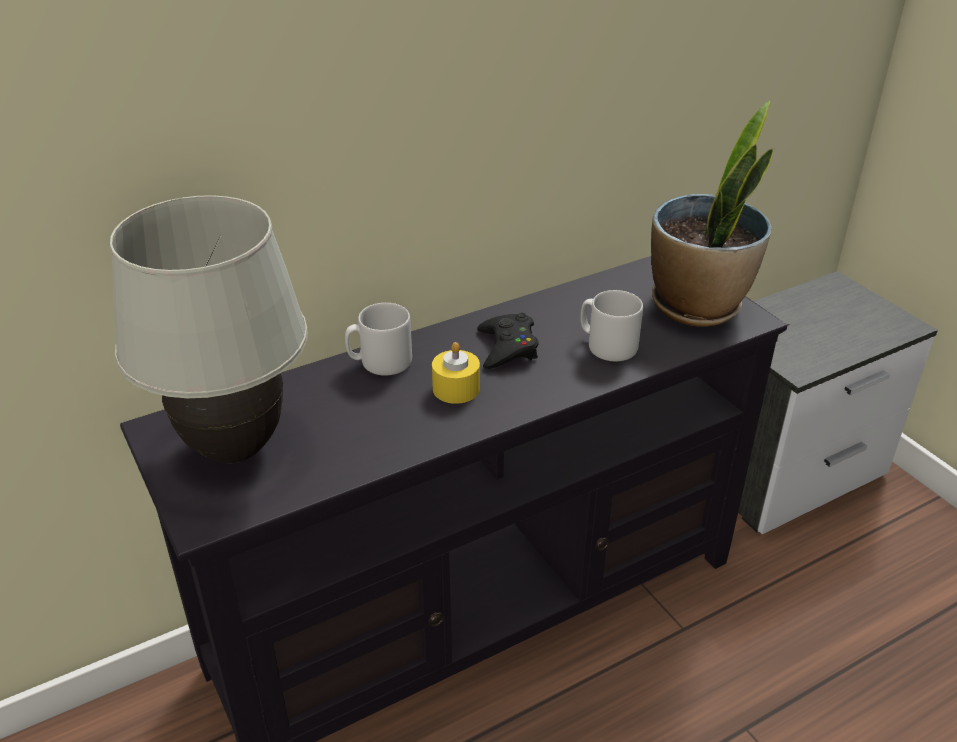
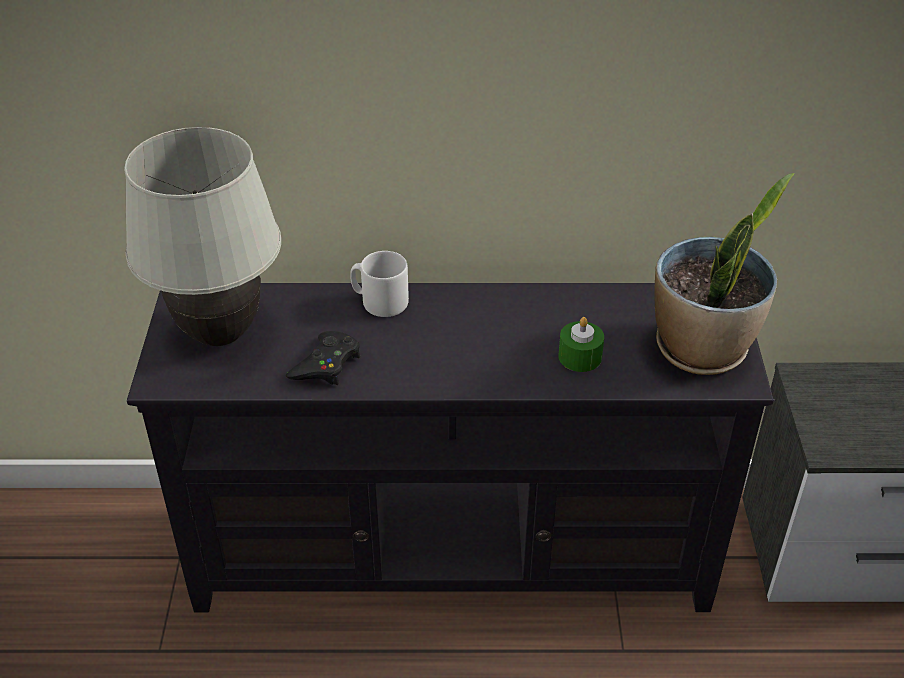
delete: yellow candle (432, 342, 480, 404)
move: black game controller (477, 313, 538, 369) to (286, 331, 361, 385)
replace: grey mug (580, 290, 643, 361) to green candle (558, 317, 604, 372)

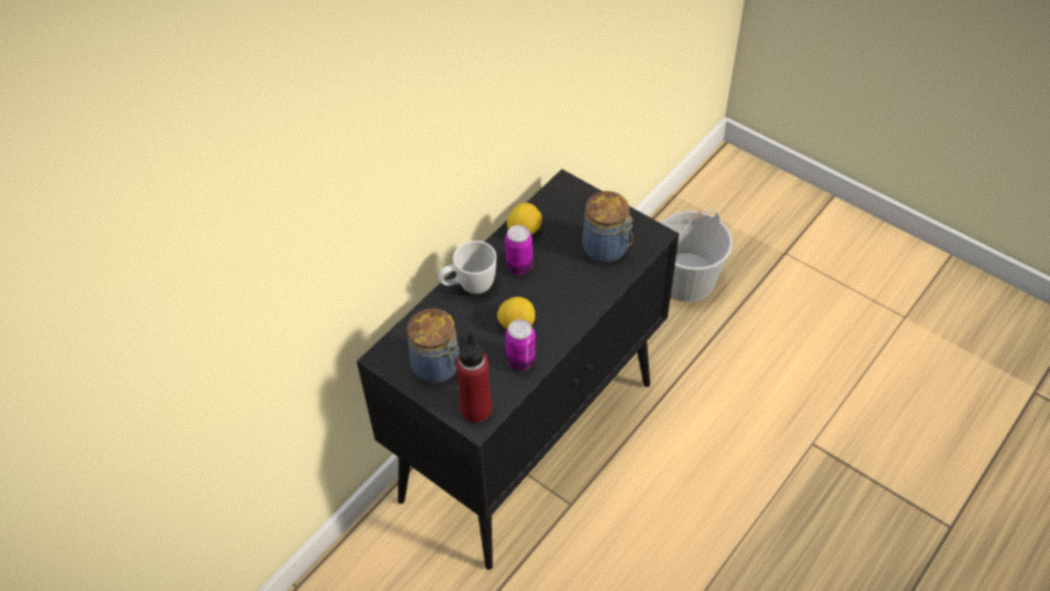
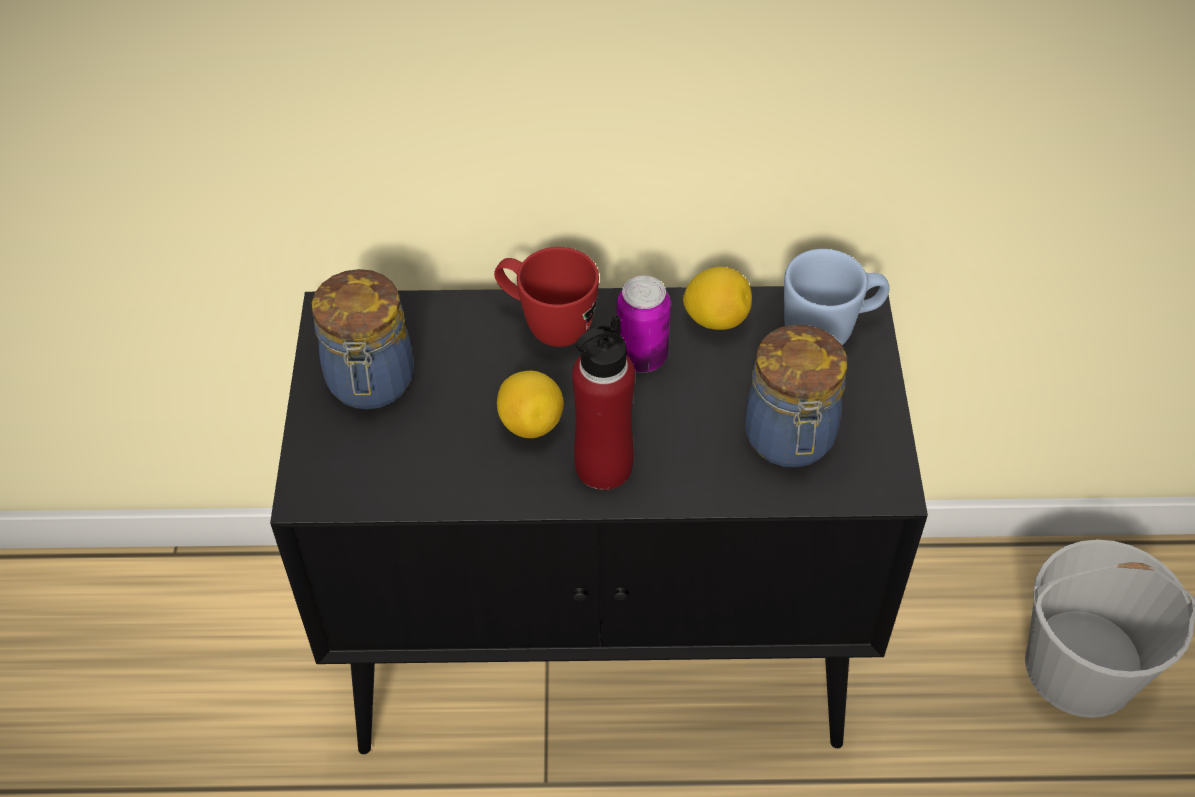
delete: can (505, 319, 536, 371)
insert: blue mug (784, 249, 890, 345)
move: red bottle (455, 332, 492, 422) to (572, 314, 635, 490)
recolor: white mug (438, 241, 497, 294) to red mug (494, 247, 599, 347)

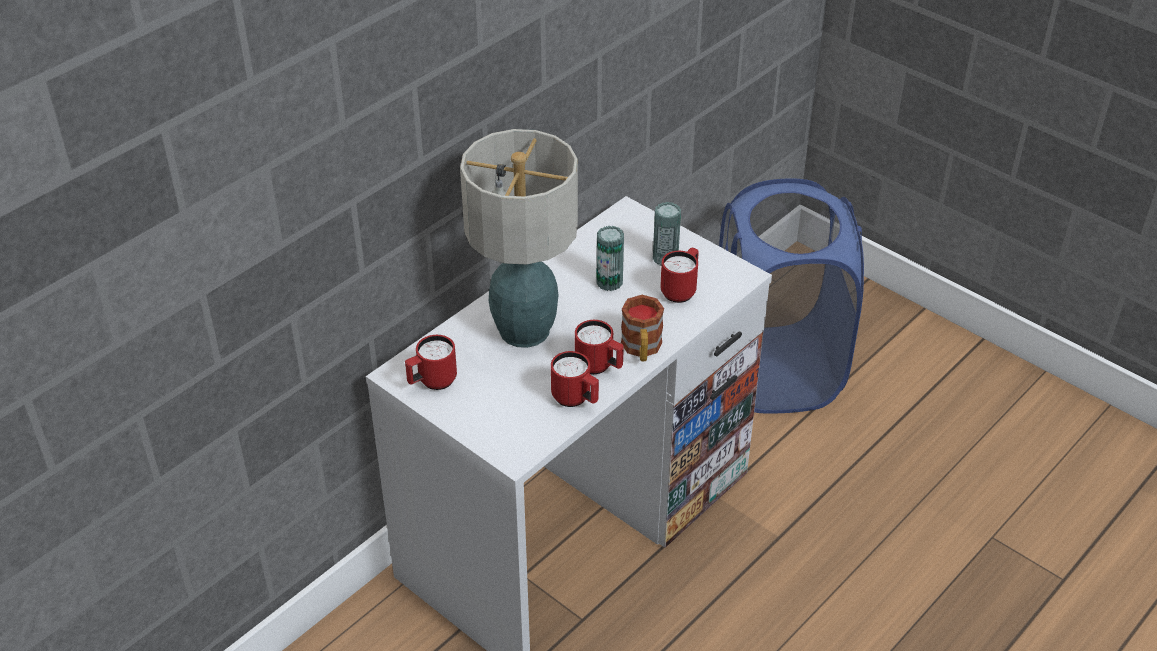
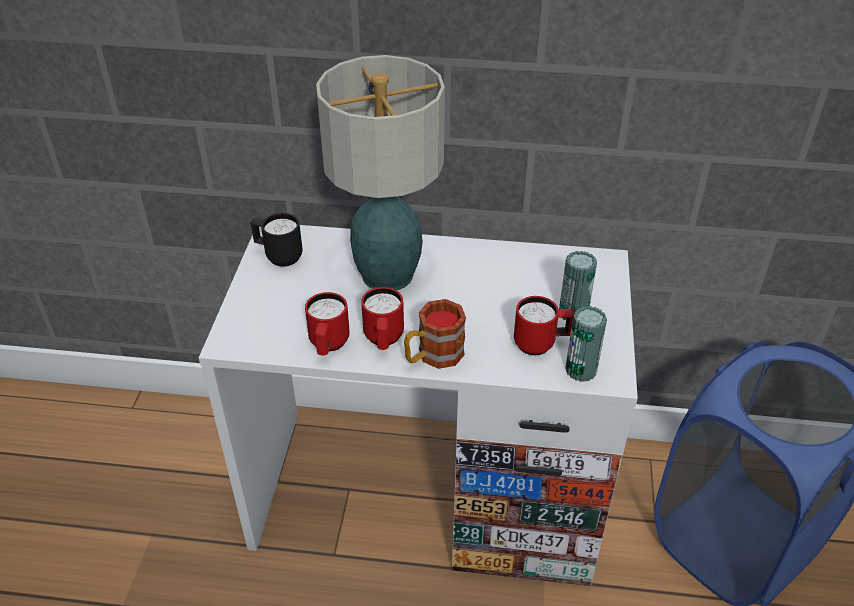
move: can (596, 226, 624, 291) to (565, 306, 607, 382)
recolor: red mug (405, 335, 457, 390) to black mug (251, 213, 303, 267)

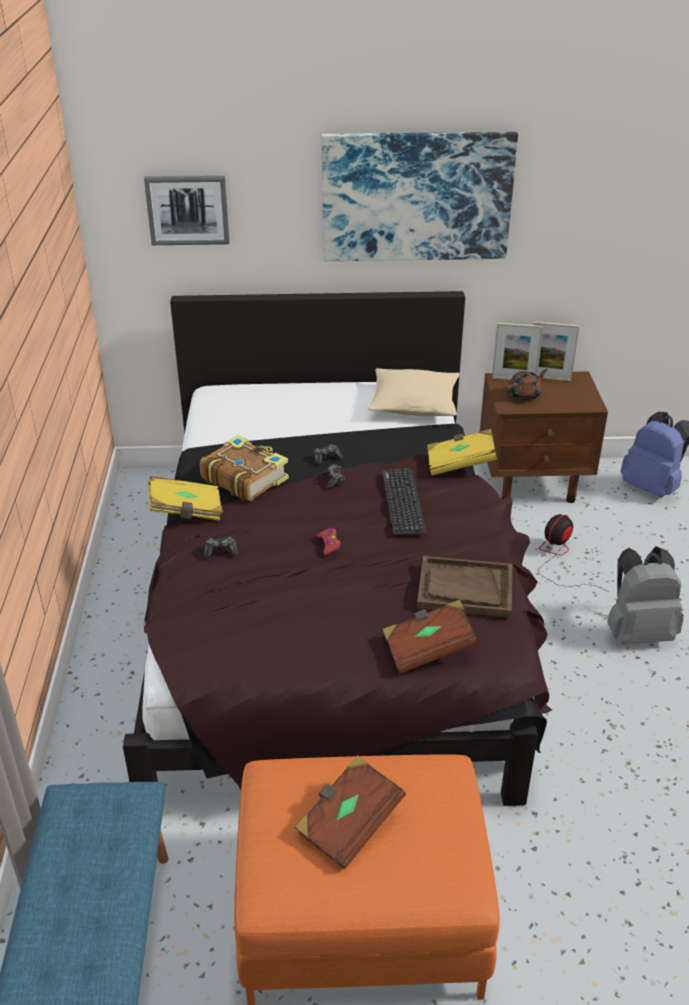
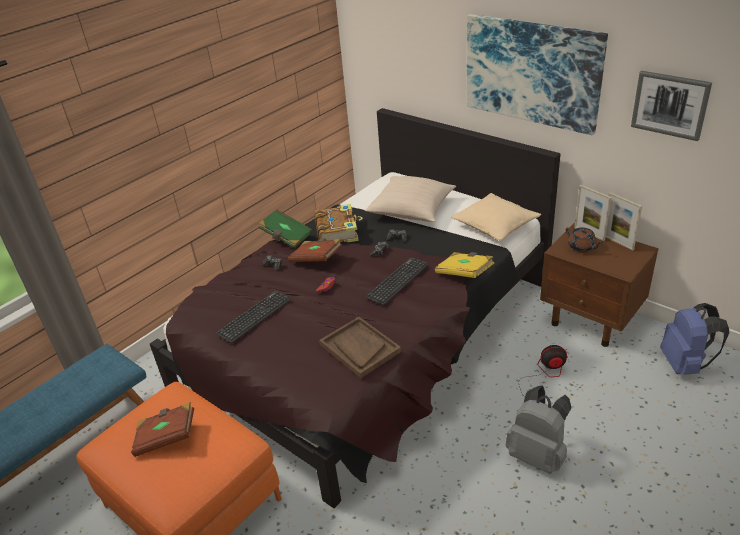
insert: beige pillow (365, 176, 456, 222); keyboard (216, 291, 291, 343)
move: picture (144, 176, 230, 245) to (631, 71, 712, 141); brown book (382, 600, 478, 674) to (288, 238, 343, 262)
recolor: yellow book (148, 476, 223, 521) to green book (258, 209, 312, 249)
rotate: brown teapot (506, 369, 548, 401) = (566, 227, 603, 252) 45 degrees clockwise

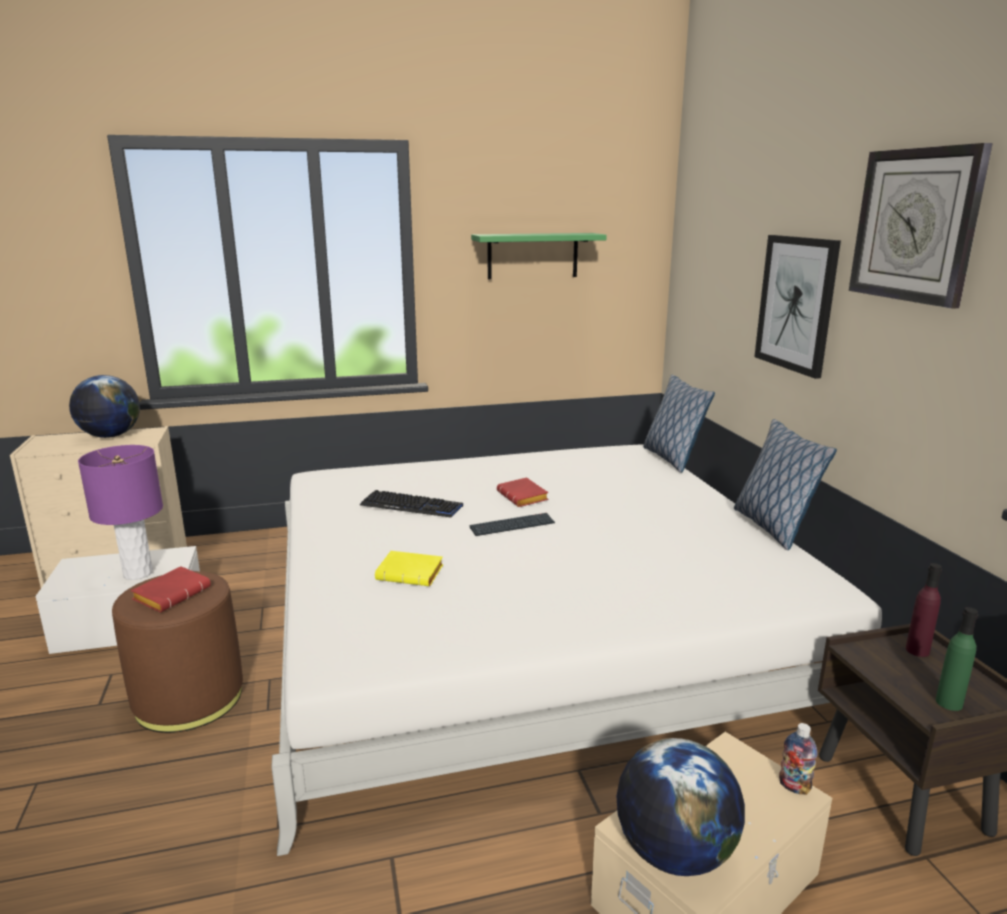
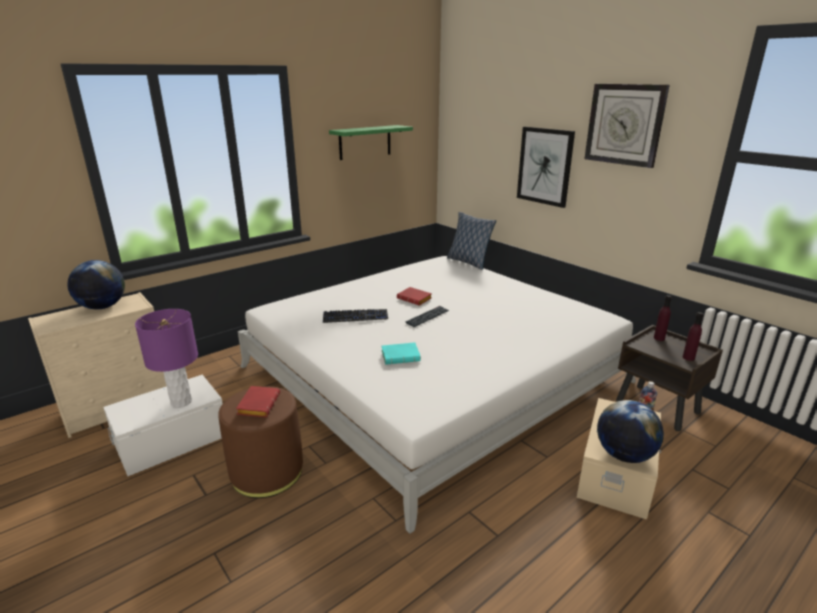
delete: pillow (734, 419, 837, 550)
recolor: yellow book (375, 551, 443, 586) to turquoise book (381, 342, 421, 365); green bottle (936, 607, 979, 711) to purple bottle (683, 312, 703, 361)

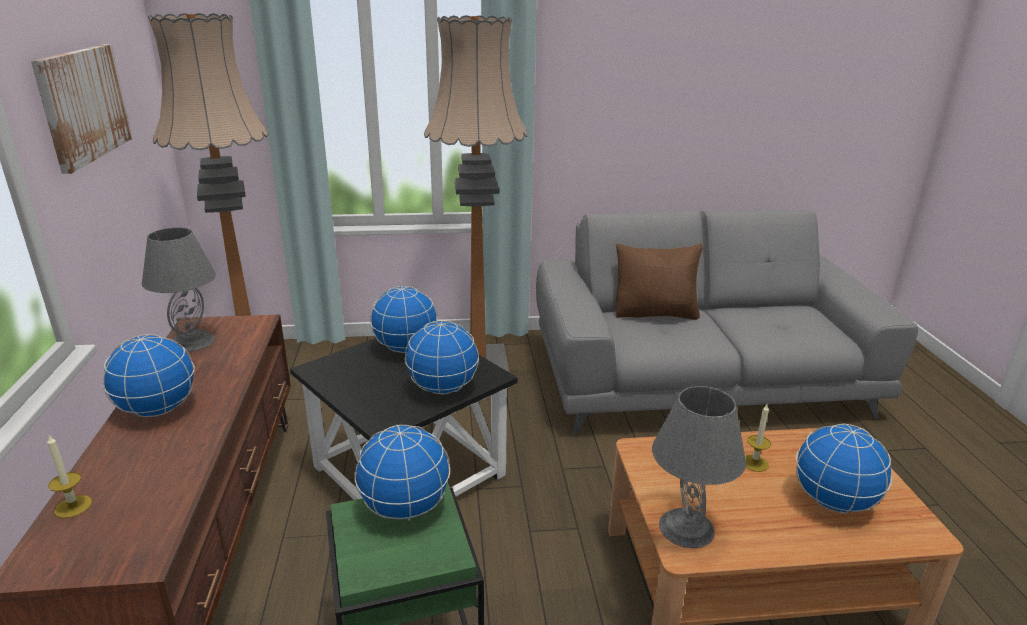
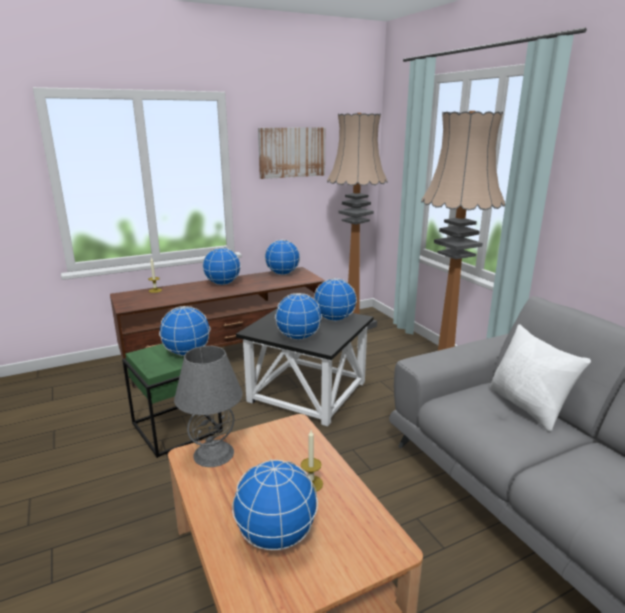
replace: grey table lamp (142, 227, 216, 352) to globe (265, 240, 300, 275)
recolor: brown pillow (616, 244, 703, 320) to white pillow (490, 324, 591, 432)

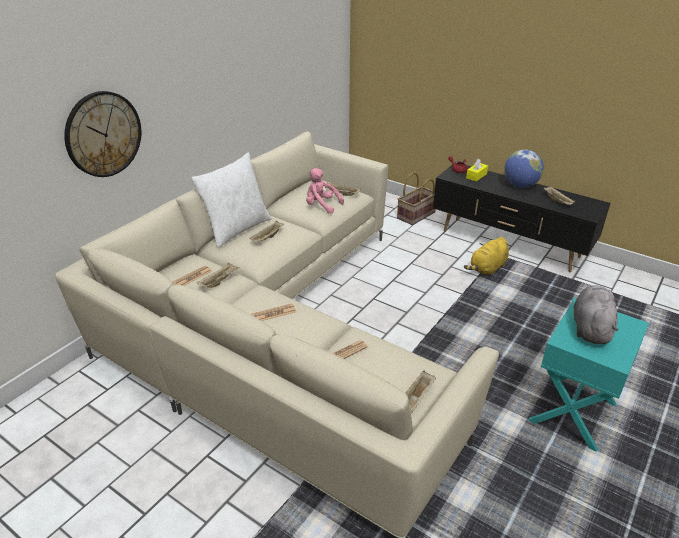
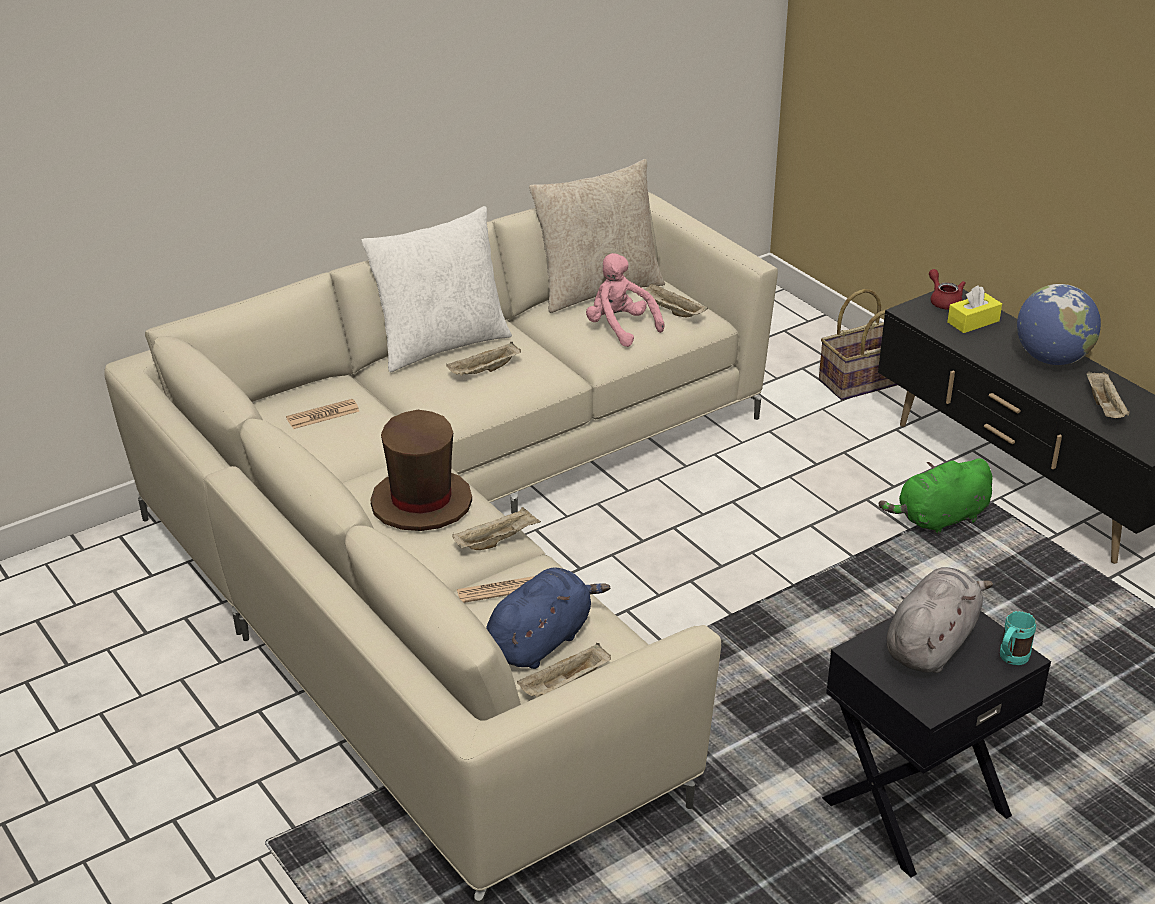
delete: wall clock (64, 91, 141, 177)
insert: beige pillow (529, 159, 665, 313); blue plush toy (486, 567, 610, 669); turquoise mug (1000, 611, 1036, 665)
move: beige tray (197, 262, 240, 288) to (452, 507, 541, 550)
replace: newspaper (251, 303, 296, 321) to brown hat (370, 410, 472, 531)
recolor: yellow plush toy (464, 237, 509, 276) to green plush toy (879, 458, 992, 534); turquoise side table (528, 298, 649, 452) to black side table (822, 611, 1051, 878)

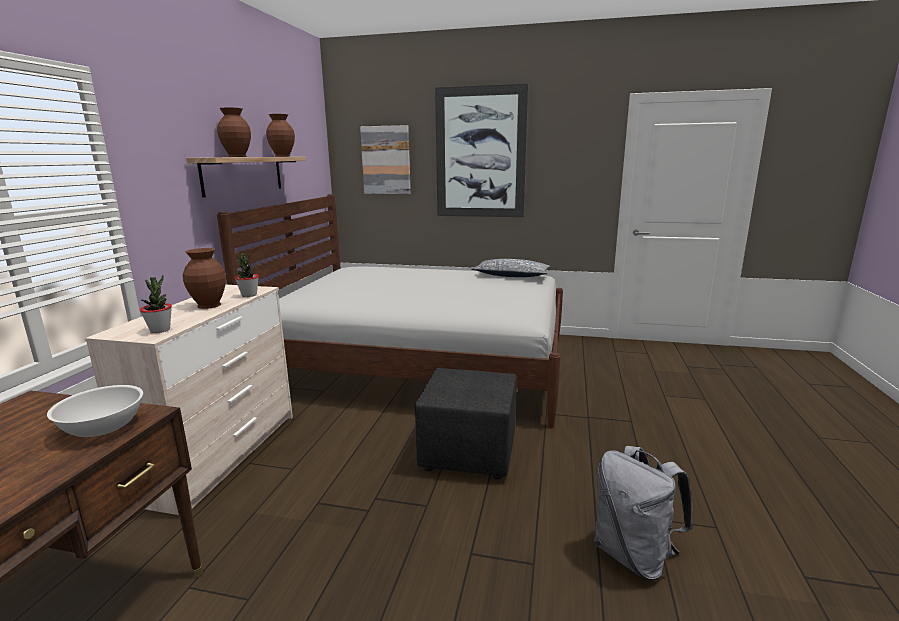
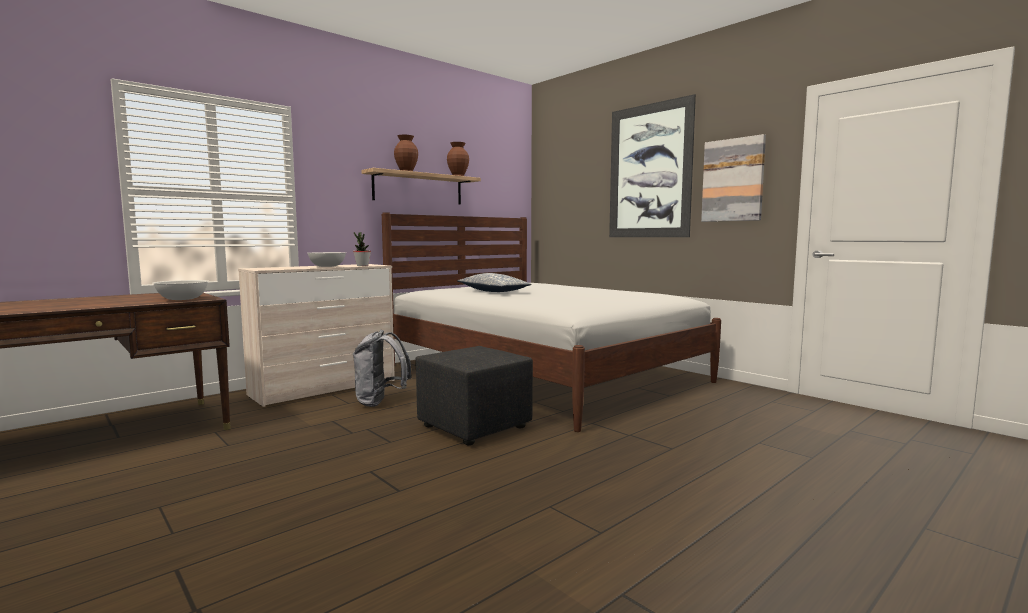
delete: potted plant (140, 275, 172, 333)
move: picture (360, 125, 411, 194) to (701, 134, 766, 222); pillow (471, 259, 551, 277) to (457, 273, 532, 292); grey backpack (594, 446, 693, 580) to (353, 330, 412, 407)
replace: brown vase (183, 248, 226, 309) to white bowl (308, 252, 346, 267)

